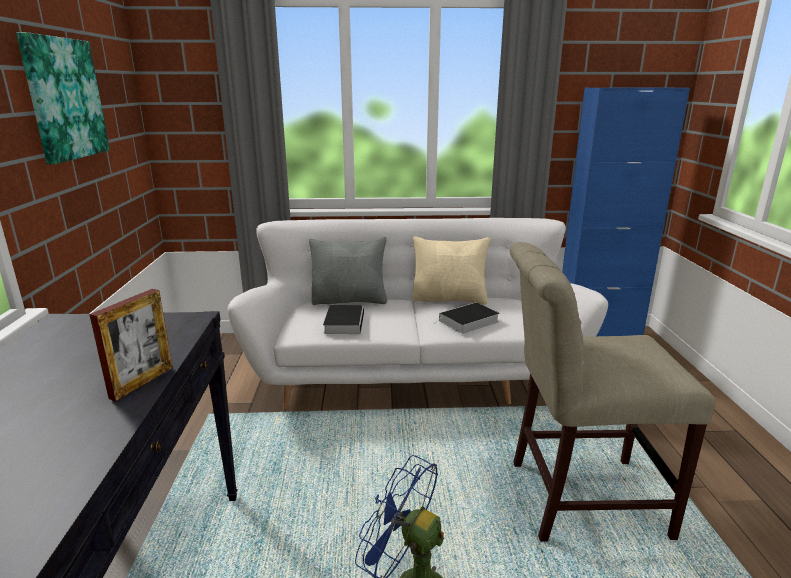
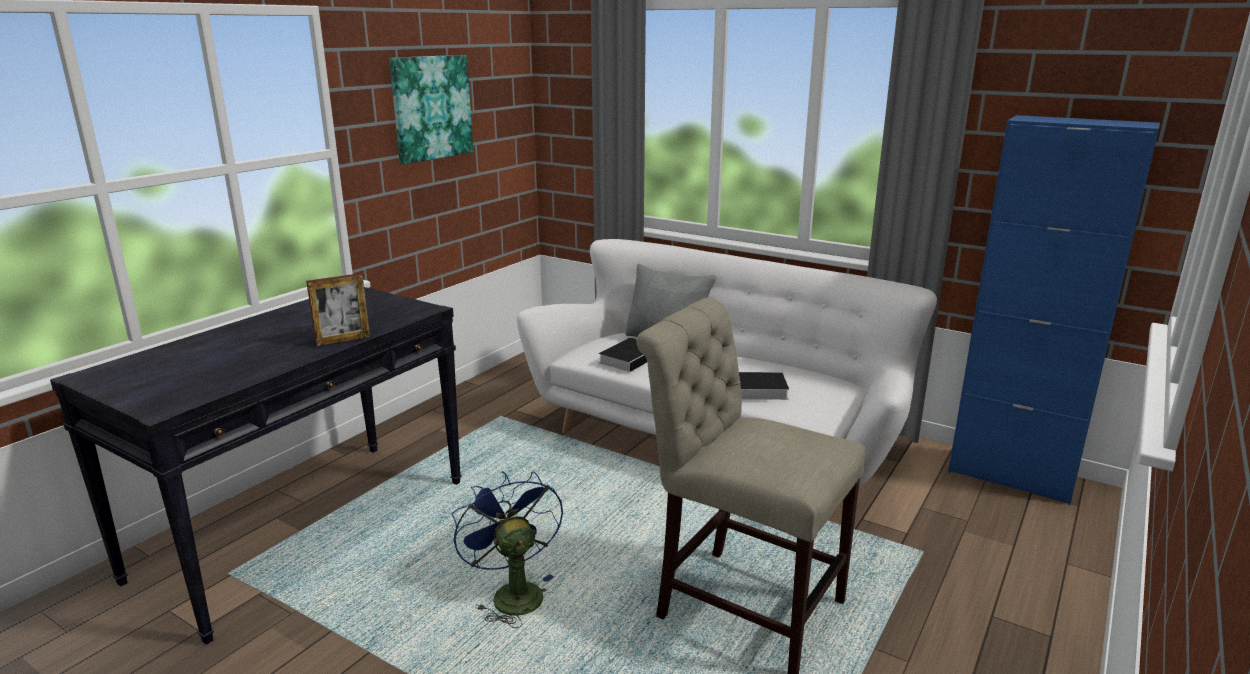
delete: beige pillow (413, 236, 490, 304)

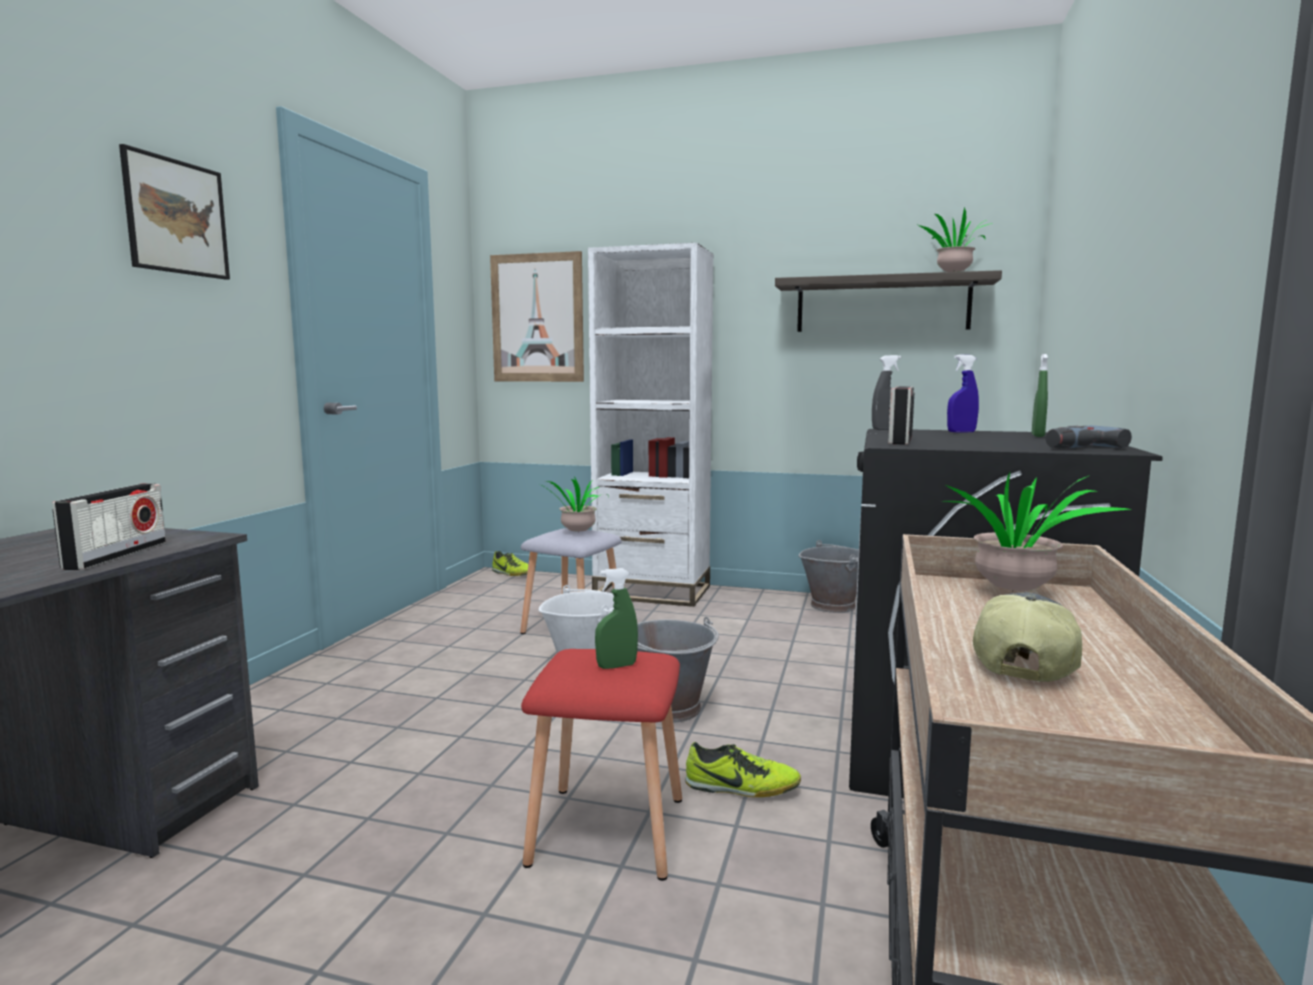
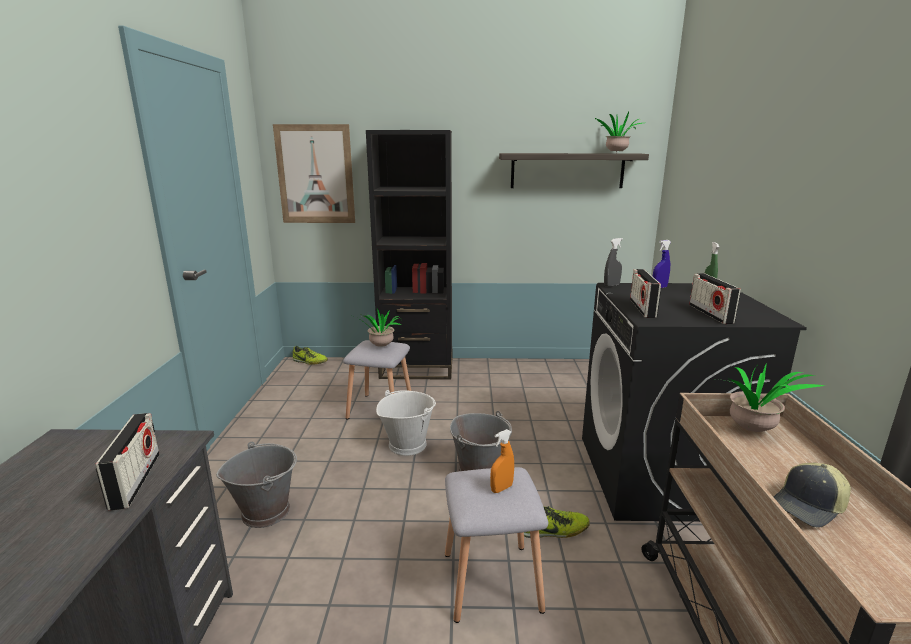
delete: picture (119, 144, 230, 280); power drill (1046, 425, 1132, 449)
insert: radio (689, 273, 741, 324)
move: grey bucket (799, 540, 859, 613) to (216, 441, 297, 528)
recolor: white bookcase (588, 243, 714, 607) to black bookcase (366, 130, 452, 380); green spray bottle (595, 568, 638, 669) to orange spray bottle (490, 429, 514, 493); red stool (521, 649, 682, 881) to grey stool (445, 467, 548, 623)
rotate: cap (973, 592, 1082, 682) = (774, 463, 851, 528) 135 degrees counterclockwise

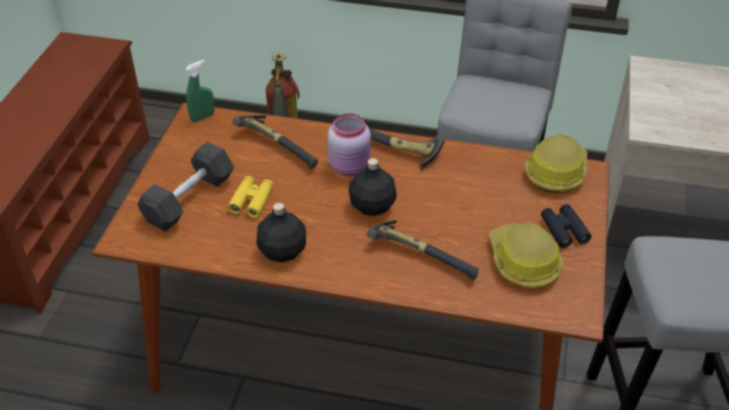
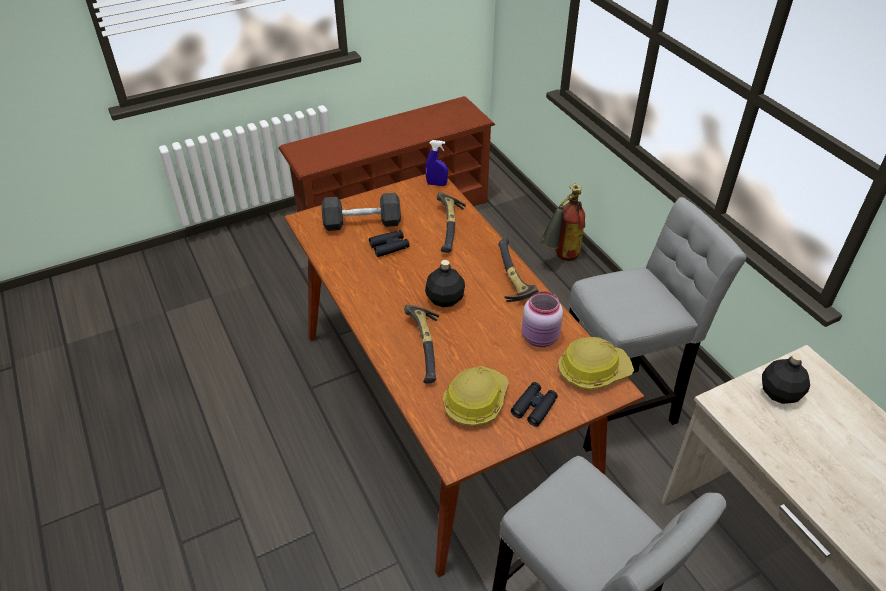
move: pink jar (327, 113, 371, 176) to (522, 291, 563, 347); black bottle (256, 203, 306, 263) to (762, 353, 810, 404)
recolor: green spray bottle (186, 60, 214, 122) to blue spray bottle (425, 140, 448, 186); yellow binoculars (227, 176, 273, 218) to black binoculars (369, 230, 409, 257)

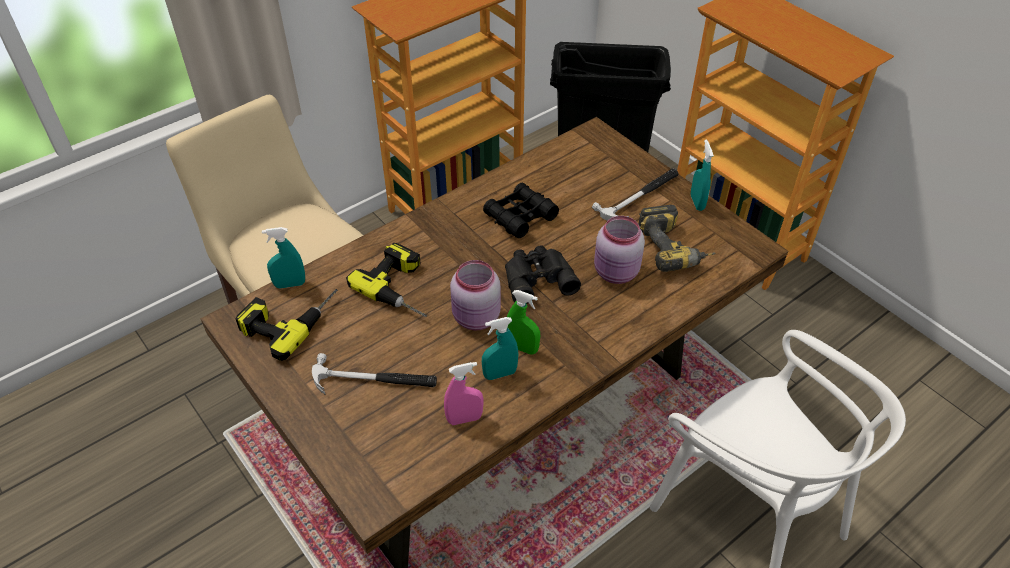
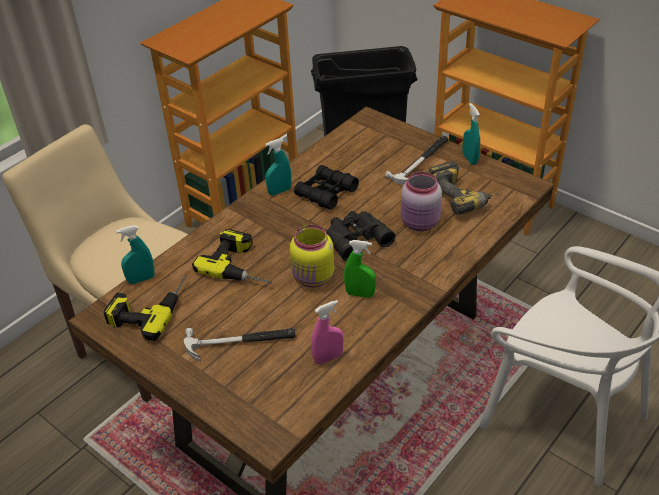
move: turquoise spray bottle (482, 317, 518, 380) to (265, 139, 291, 195)
recolor: pink jar (450, 260, 501, 330) to yellow jar (290, 225, 334, 288)

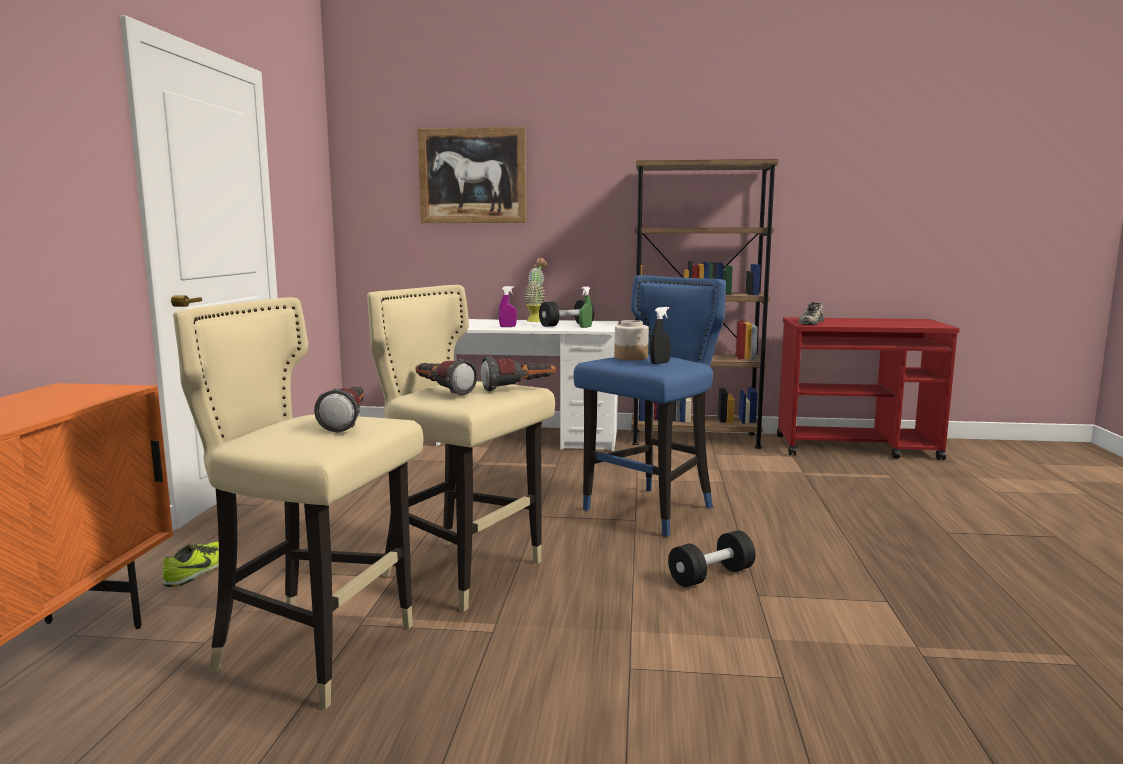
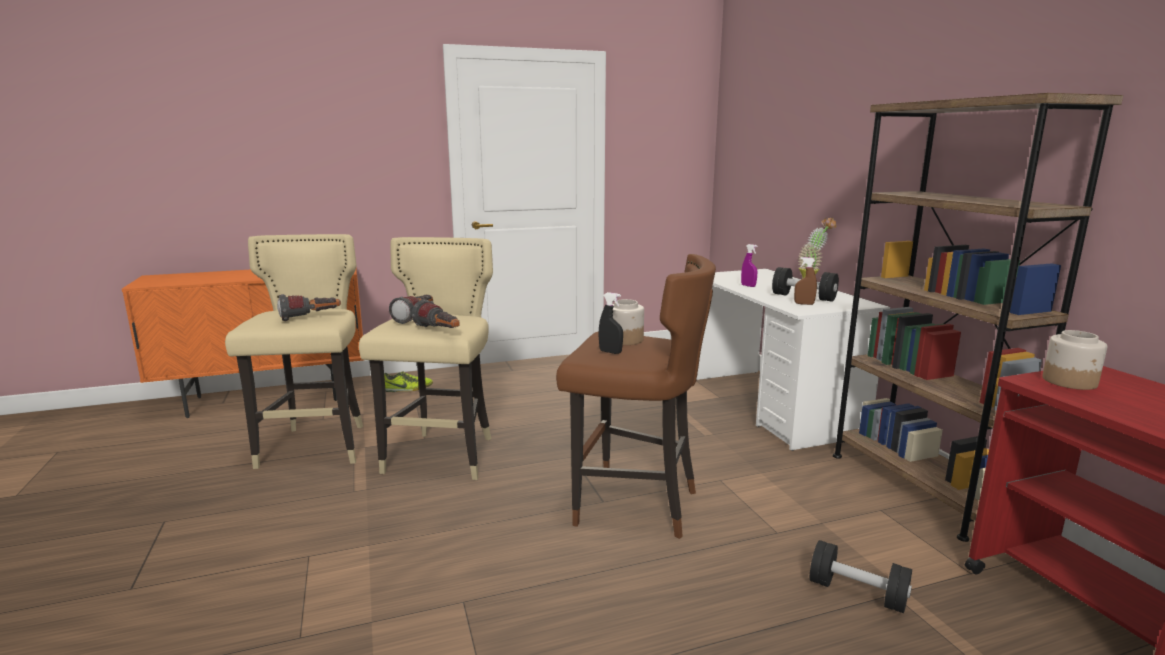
delete: picture (417, 127, 526, 223)
move: black dumbbell (668, 530, 755, 587) to (810, 540, 912, 613)
replace: shoe (799, 302, 824, 325) to jar (1042, 330, 1107, 390)
recolor: blue stool (573, 275, 726, 537) to brown stool (556, 254, 716, 539); green spray bottle (579, 286, 592, 328) to brown spray bottle (794, 257, 817, 305)

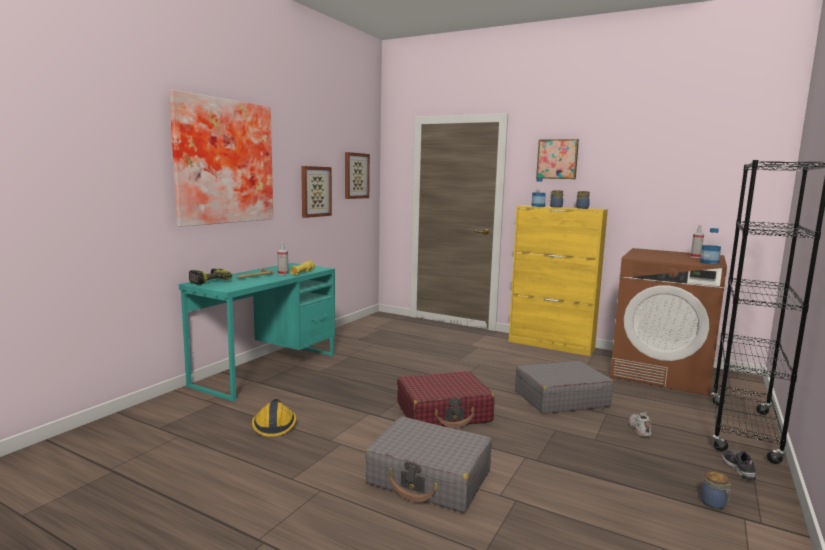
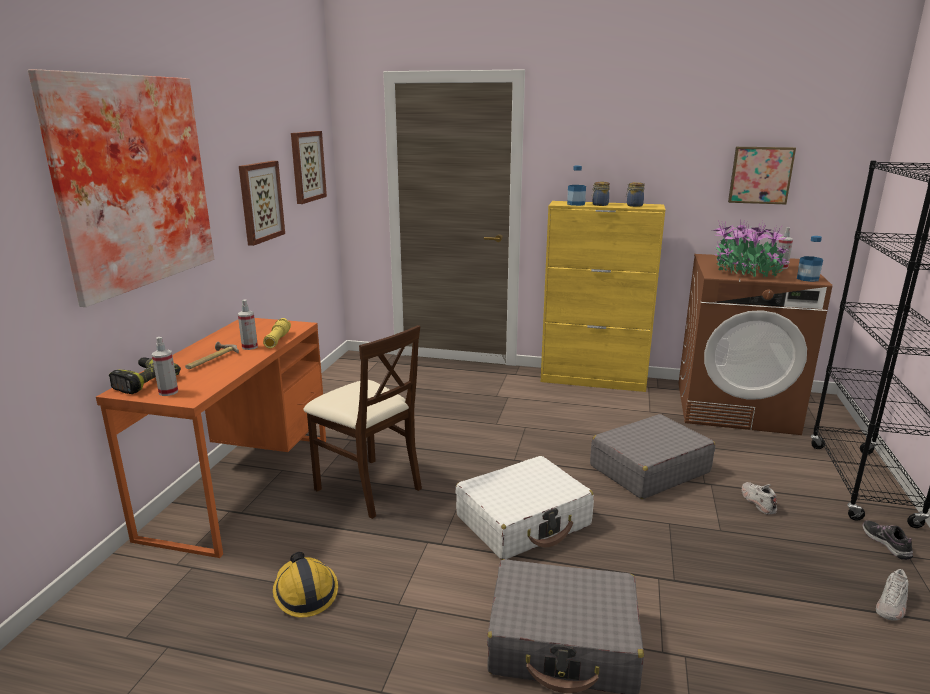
insert: potted plant (713, 220, 790, 278); beige chair (303, 325, 422, 519); spray bottle (152, 337, 178, 396)
move: picture (536, 139, 579, 179) to (728, 147, 796, 204)
replace: jar (701, 471, 731, 509) to white shoe (876, 569, 908, 621)
recolor: turquoise desk (179, 263, 335, 401) to orange desk (96, 318, 326, 558); red suitcase (397, 371, 495, 428) to white suitcase (456, 456, 594, 560)

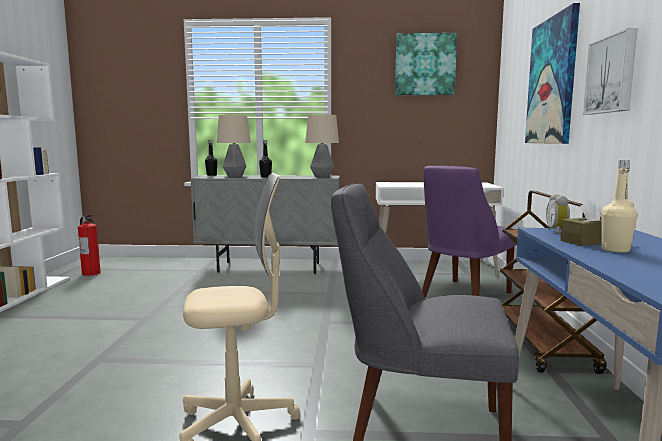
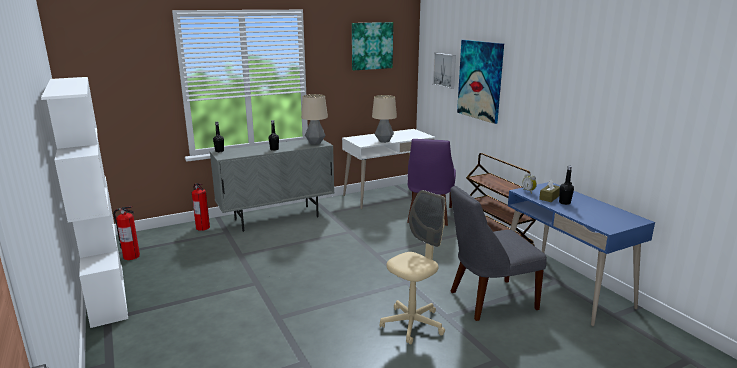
insert: fire extinguisher (192, 183, 210, 231)
move: picture (583, 28, 638, 115) to (433, 53, 456, 89); table lamp (217, 115, 251, 177) to (372, 95, 397, 143)
recolor: beige bottle (601, 160, 637, 253) to black bottle (559, 166, 574, 205)

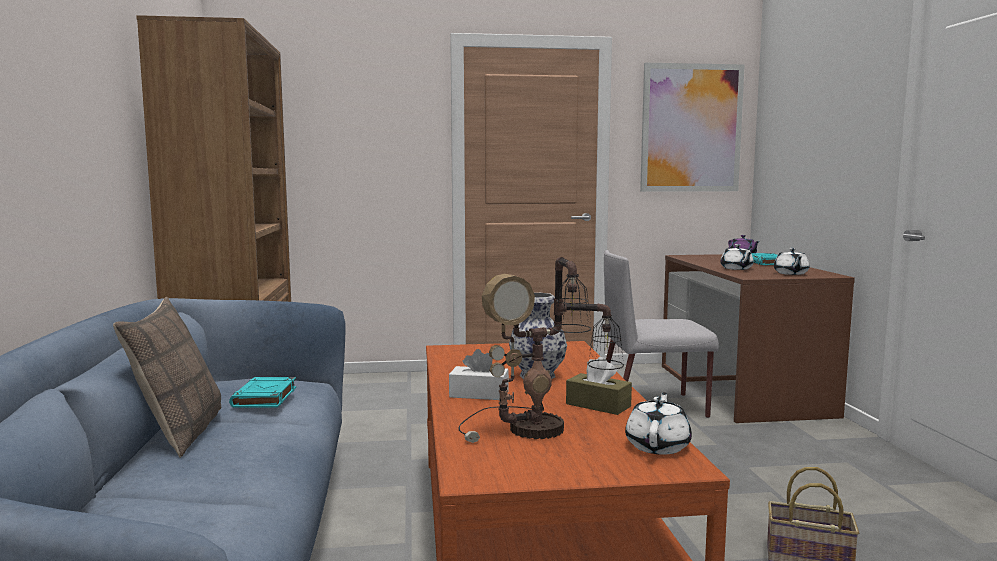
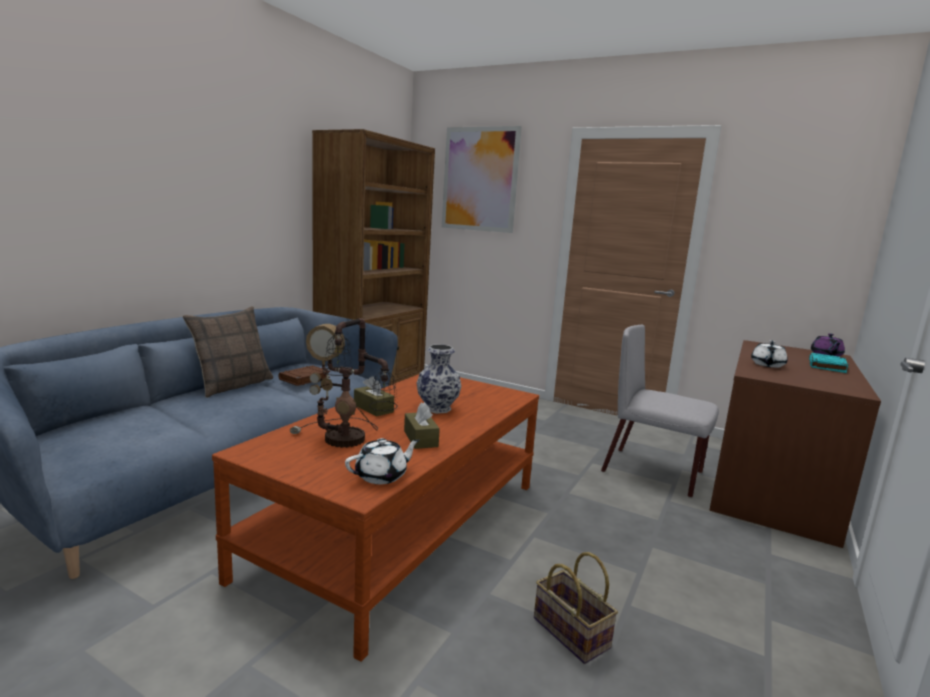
delete: white teapot (774, 248, 809, 275)
move: picture (640, 63, 745, 192) to (442, 126, 522, 233)
recolor: white tissue box (449, 349, 509, 400) to brown tissue box (354, 376, 394, 417); turquoise book (229, 377, 296, 407) to brown book (278, 365, 330, 386)

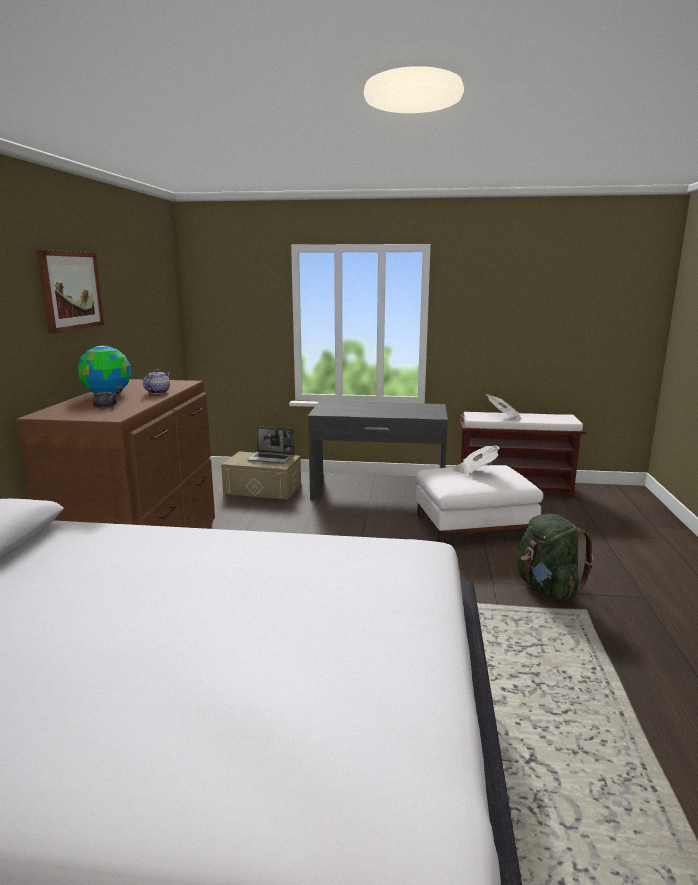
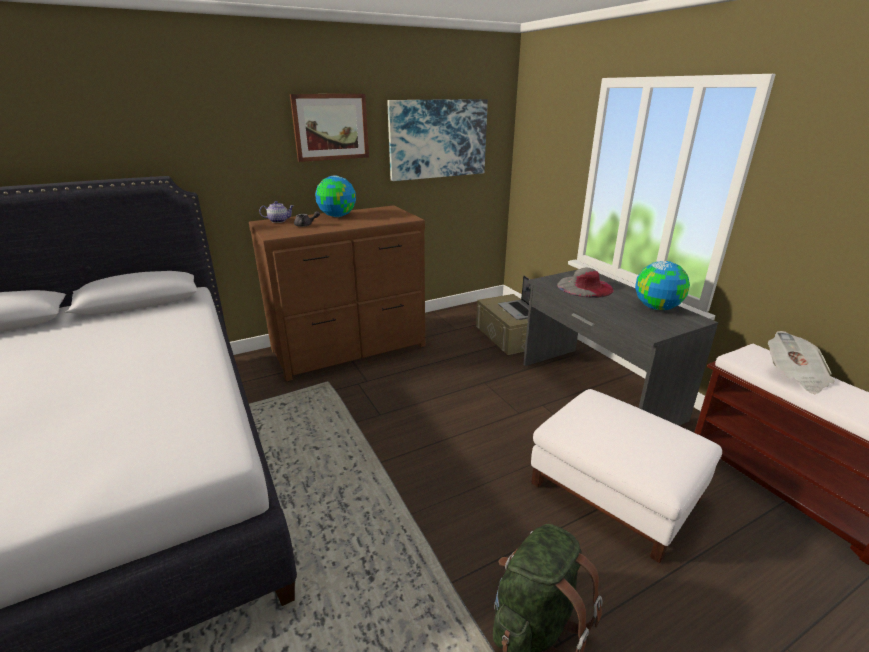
delete: newspaper (453, 445, 500, 474)
insert: picture (387, 99, 488, 181); globe (635, 261, 690, 310); grey hat (557, 268, 614, 298)
move: teapot (143, 369, 170, 394) to (259, 201, 294, 223)

